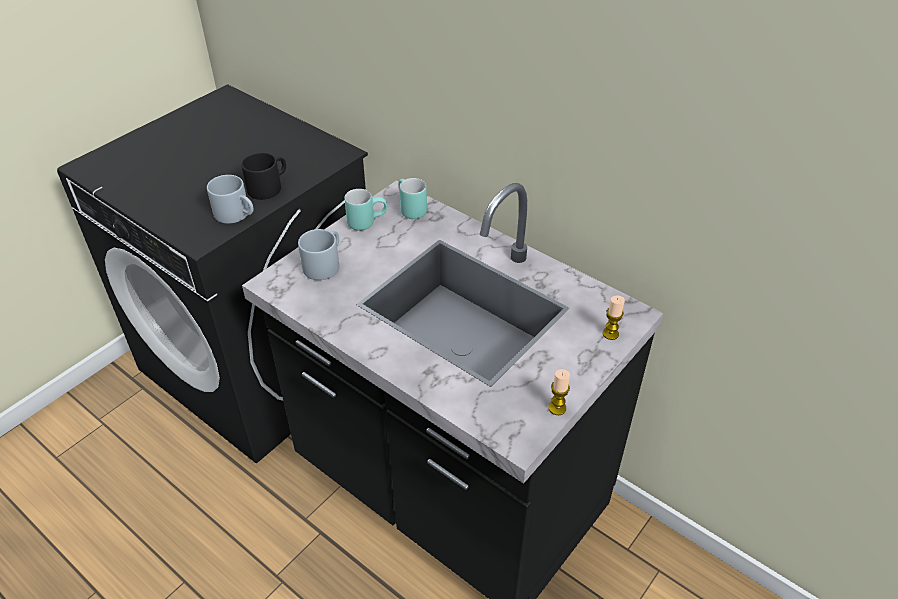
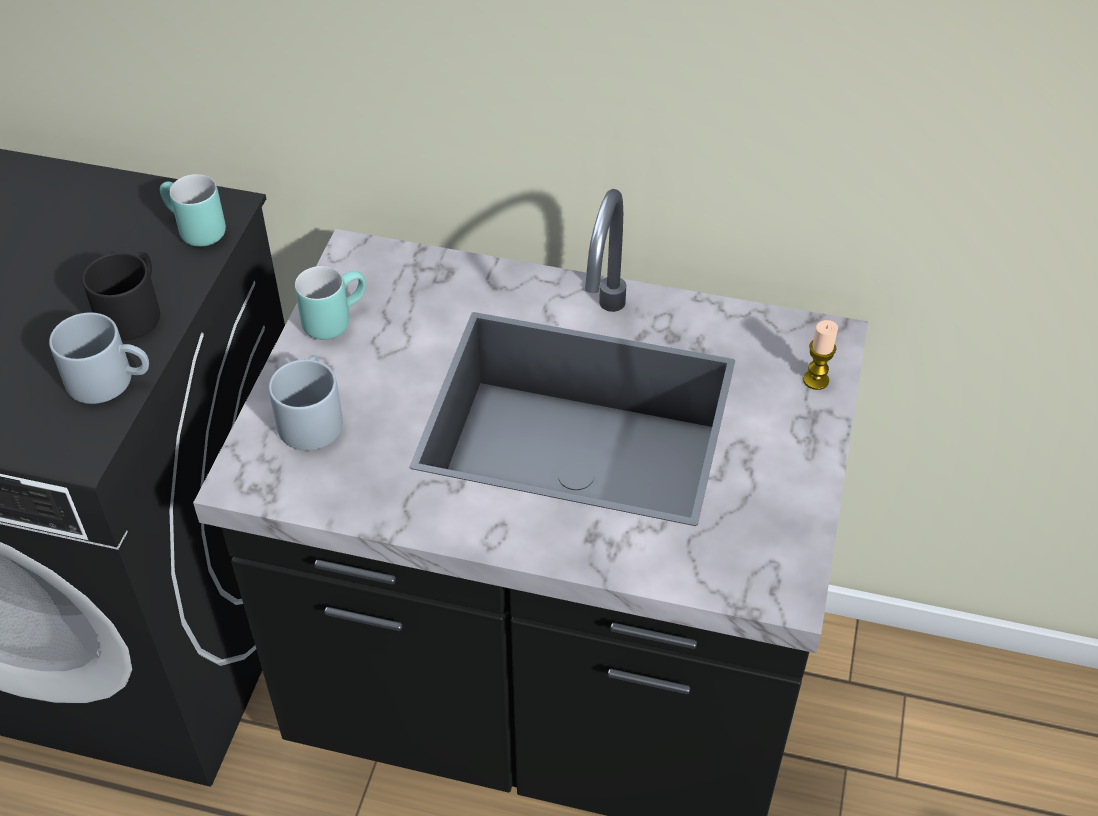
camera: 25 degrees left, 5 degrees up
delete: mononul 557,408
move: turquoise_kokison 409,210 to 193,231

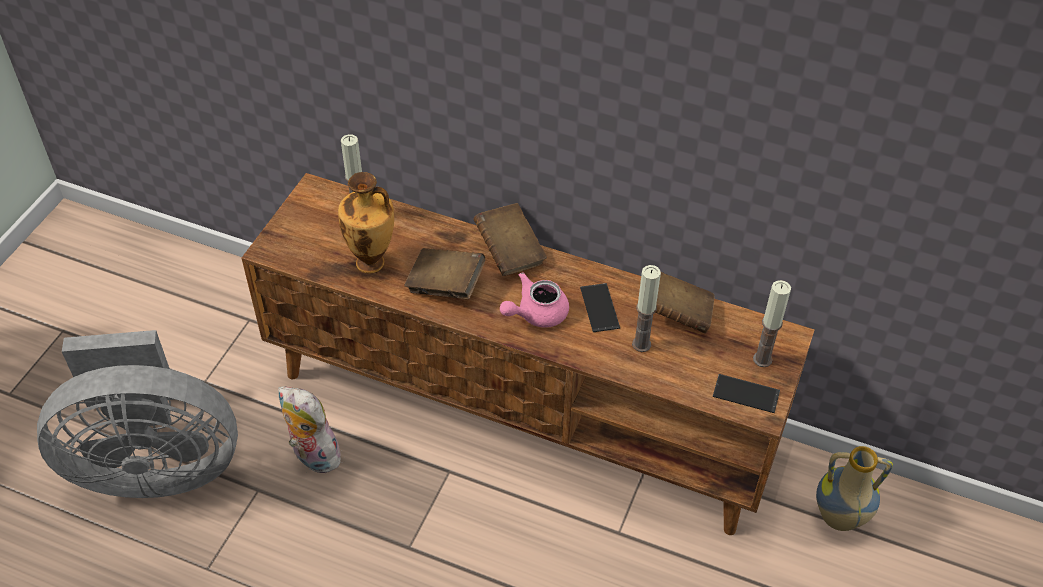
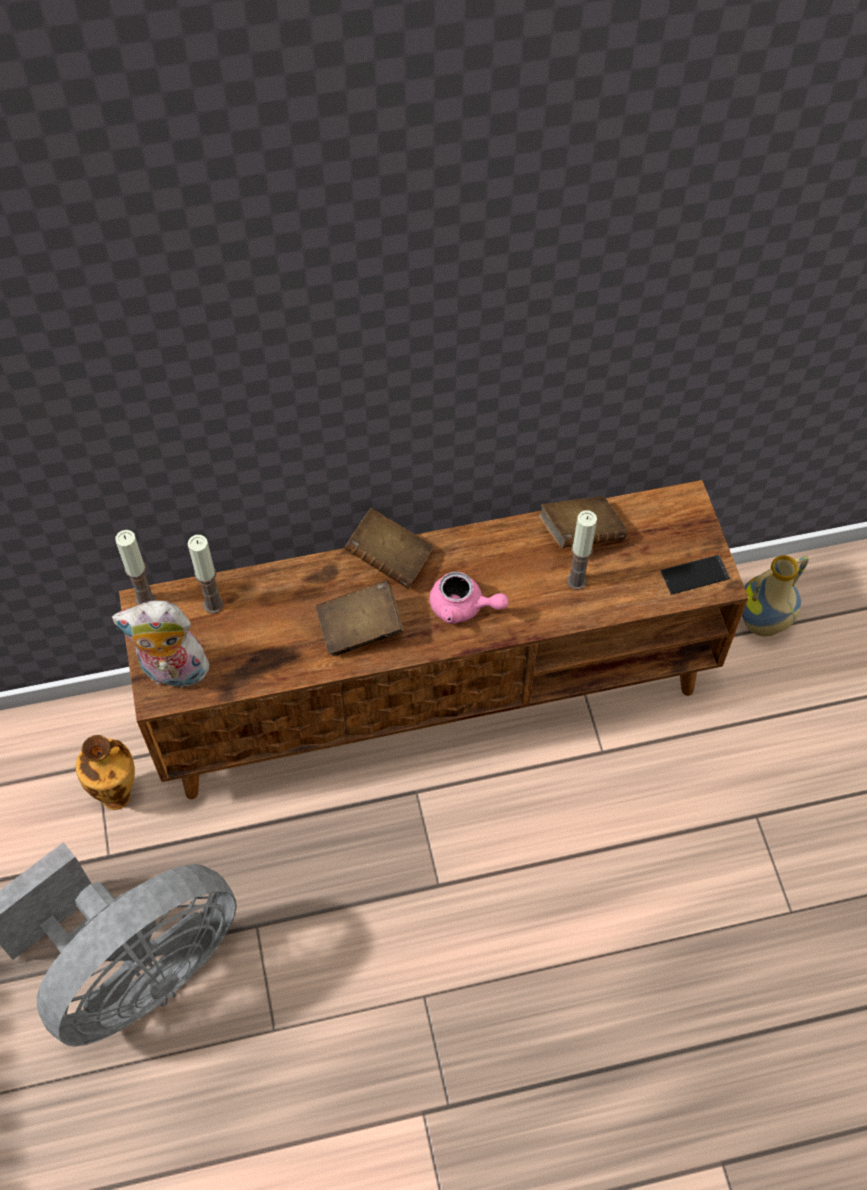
camera: 35 degrees left, 10 degrees up
delete: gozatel 599,308
move: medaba 312,455 to 172,672; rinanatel 372,263 to 118,796; mononul 762,359 to 146,600
rotate: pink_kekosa 536,313 = 463,607 90 degrees counterclockwise

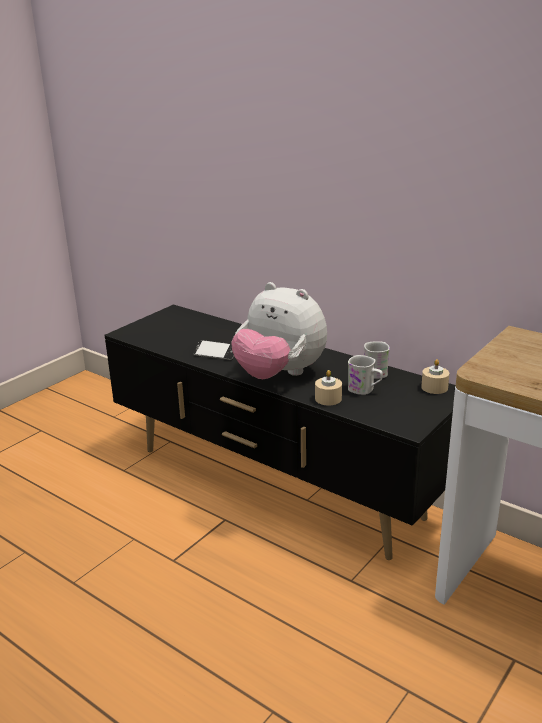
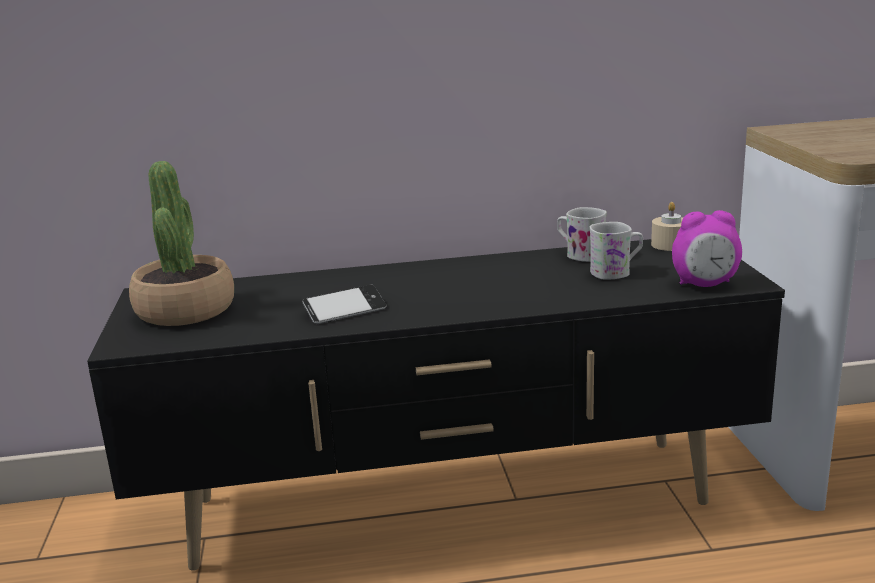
camera: 45 degrees left, 5 degrees down
delete: medaba 279,375; beige_mononul 328,398
insert: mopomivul 186,310; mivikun 705,284

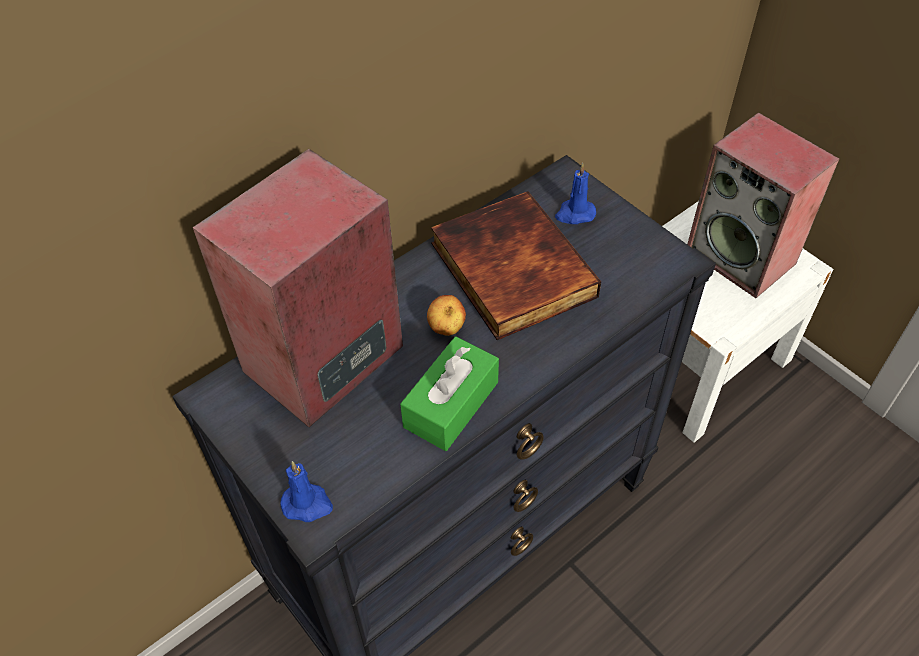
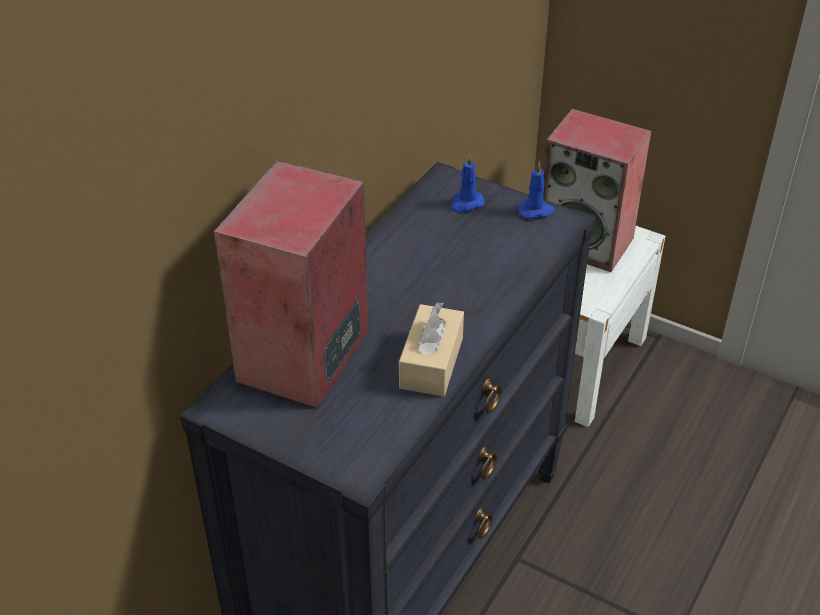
camera: 20 degrees left, 10 degrees down
delete: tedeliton 446,329; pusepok 509,270
move: blue_mononul 307,504 to 536,211
recolor: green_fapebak 451,404 to beige_fapebak 431,363

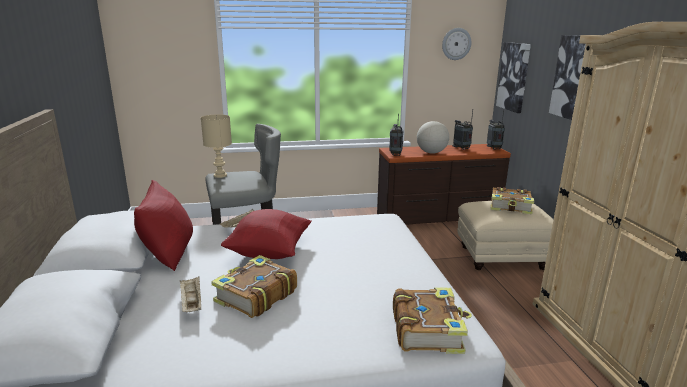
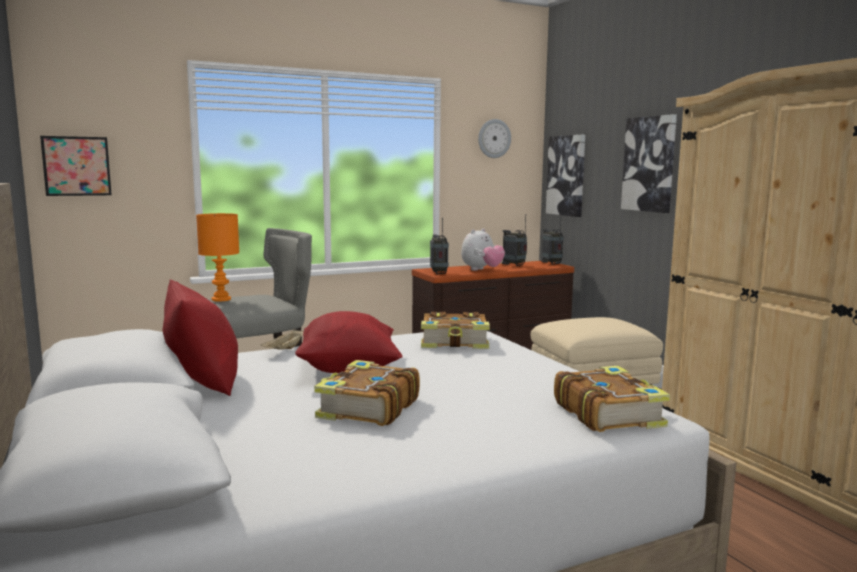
camera: 15 degrees left, 10 degrees down
delete: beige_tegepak 191,303
insert: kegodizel 77,166
move: pusepok 511,207 to 455,342
replace: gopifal 431,152 to medaba 481,270
recolor: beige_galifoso 220,175 to orange_galifoso 222,299

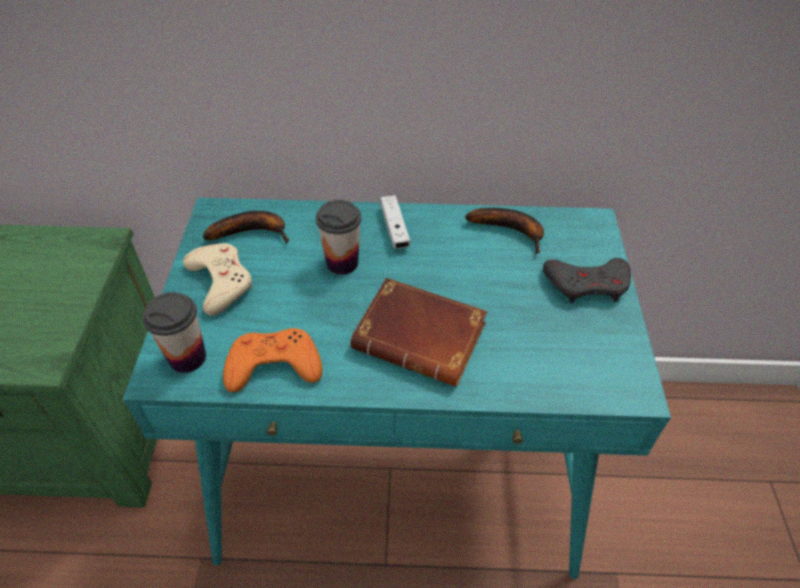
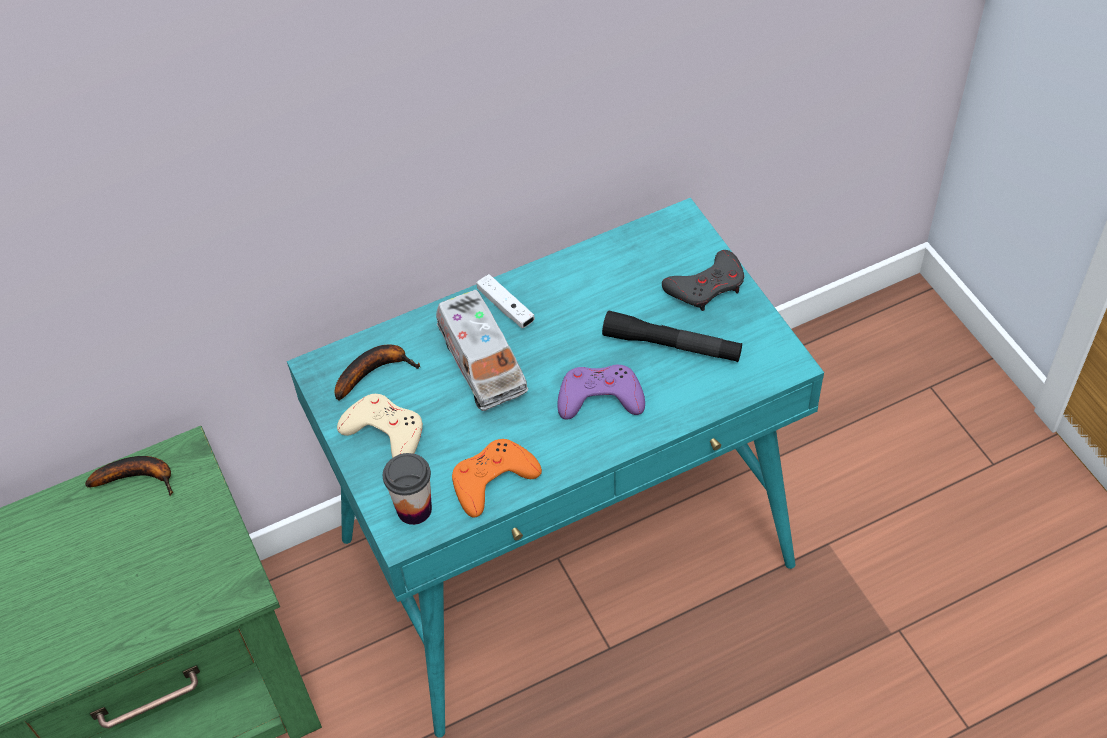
camera: 25 degrees left, 5 degrees up
insert: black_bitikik 672,345
move: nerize 511,230 to 139,477
replace: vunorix 342,263 to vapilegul 482,363; brown_pusepok 423,337 to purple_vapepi 600,397

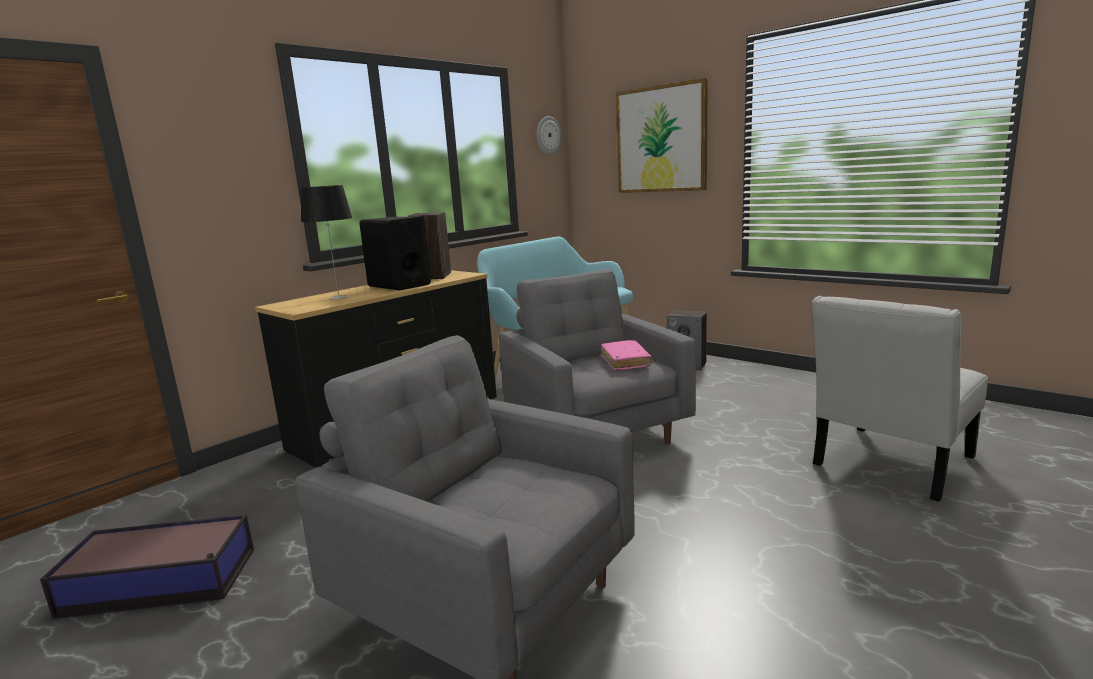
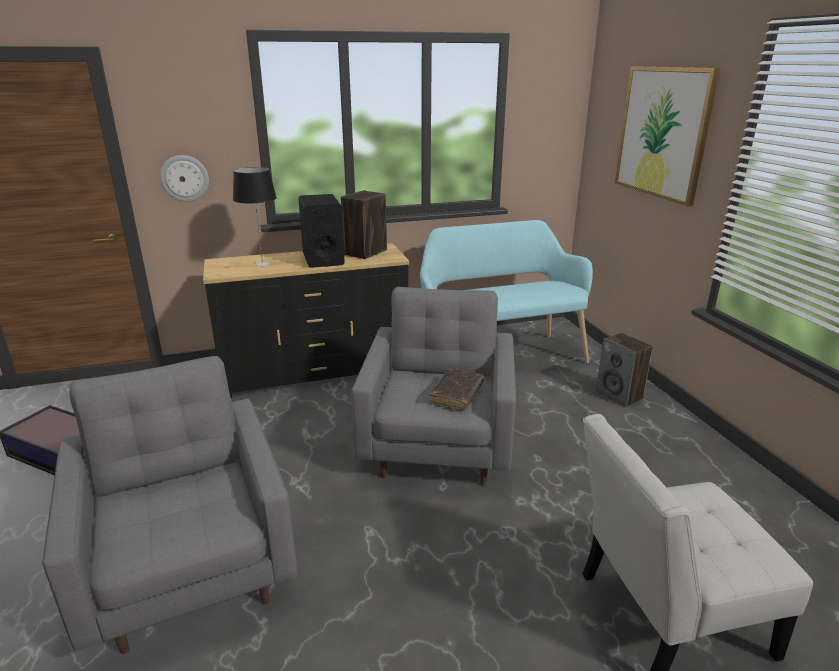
camera: 30 degrees right, 10 degrees up
move: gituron 548,135 to 184,178
recolor: pink_pusepok 625,361 to brown_pusepok 456,395

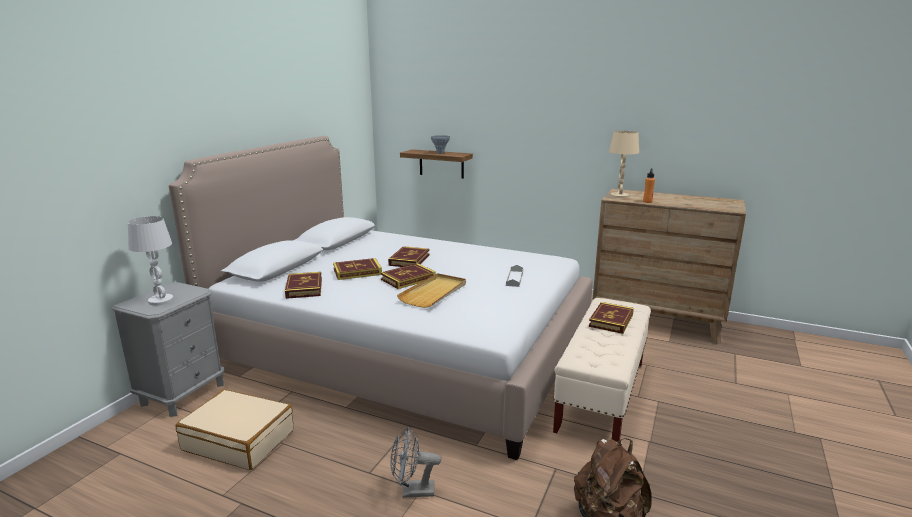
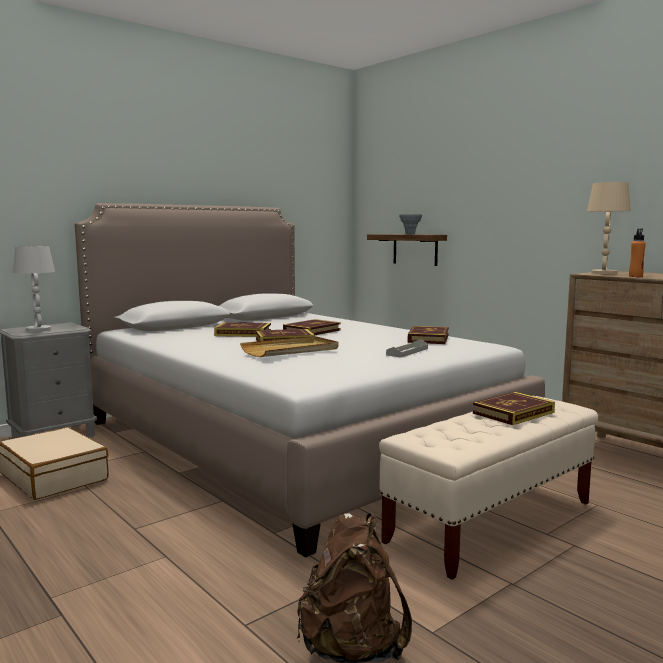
camera: 25 degrees right, 10 degrees down
delete: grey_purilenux 412,491
move: pusepok 304,288 to 428,338

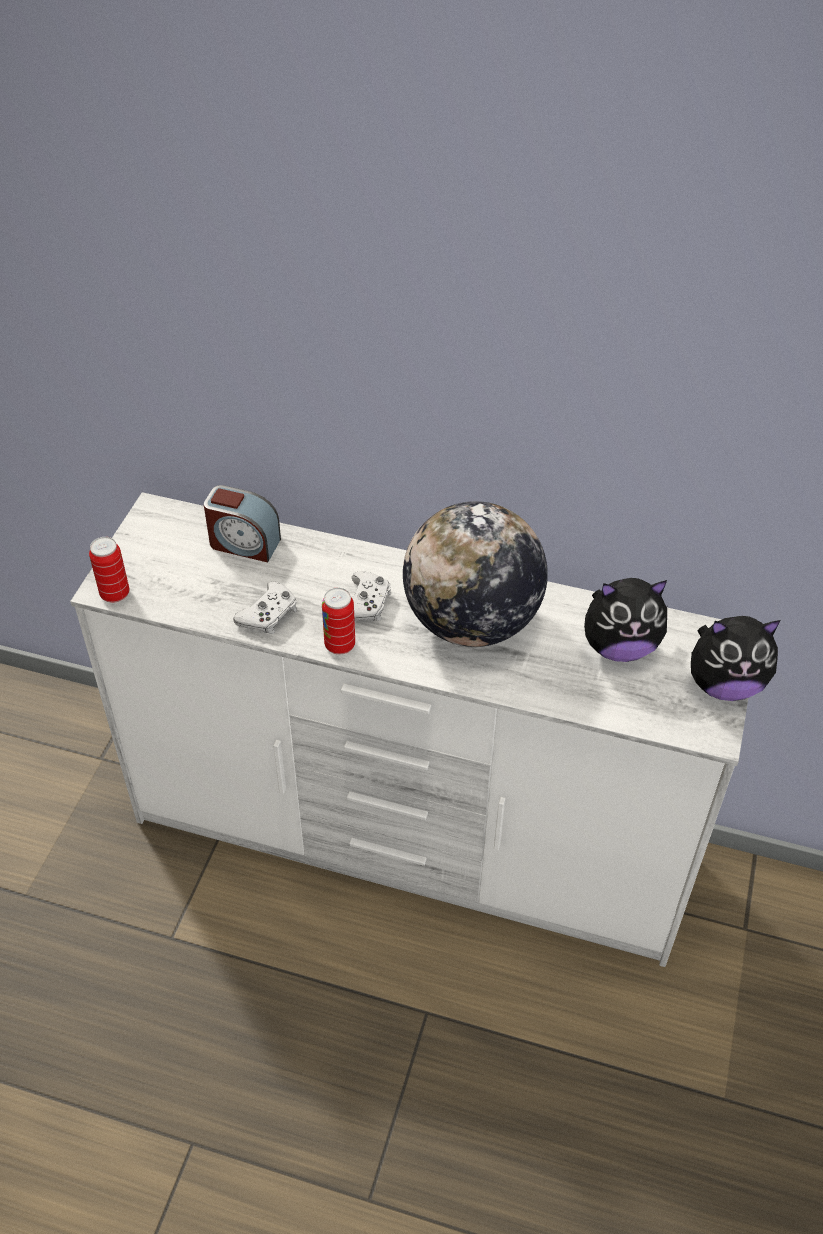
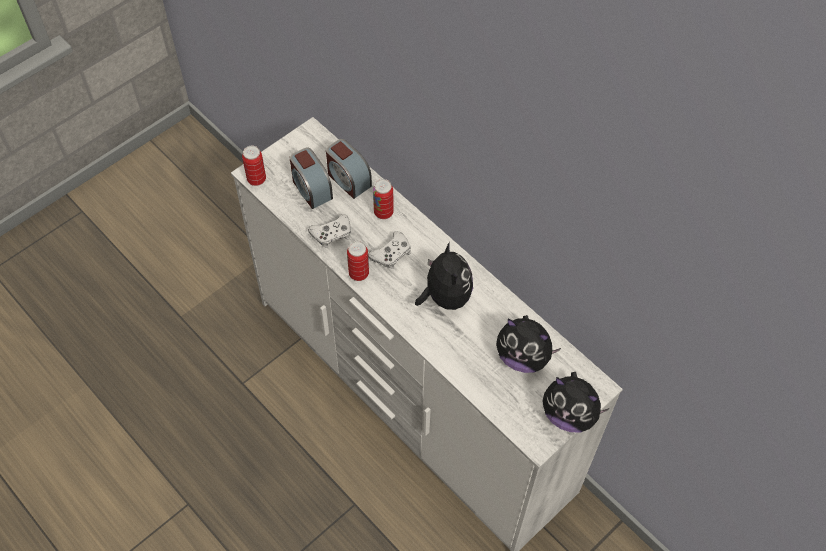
camera: 30 degrees right, 10 degrees up
insert: mivikun 311,189; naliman 383,212
replace: gopifal 471,622 to medaba 445,297

